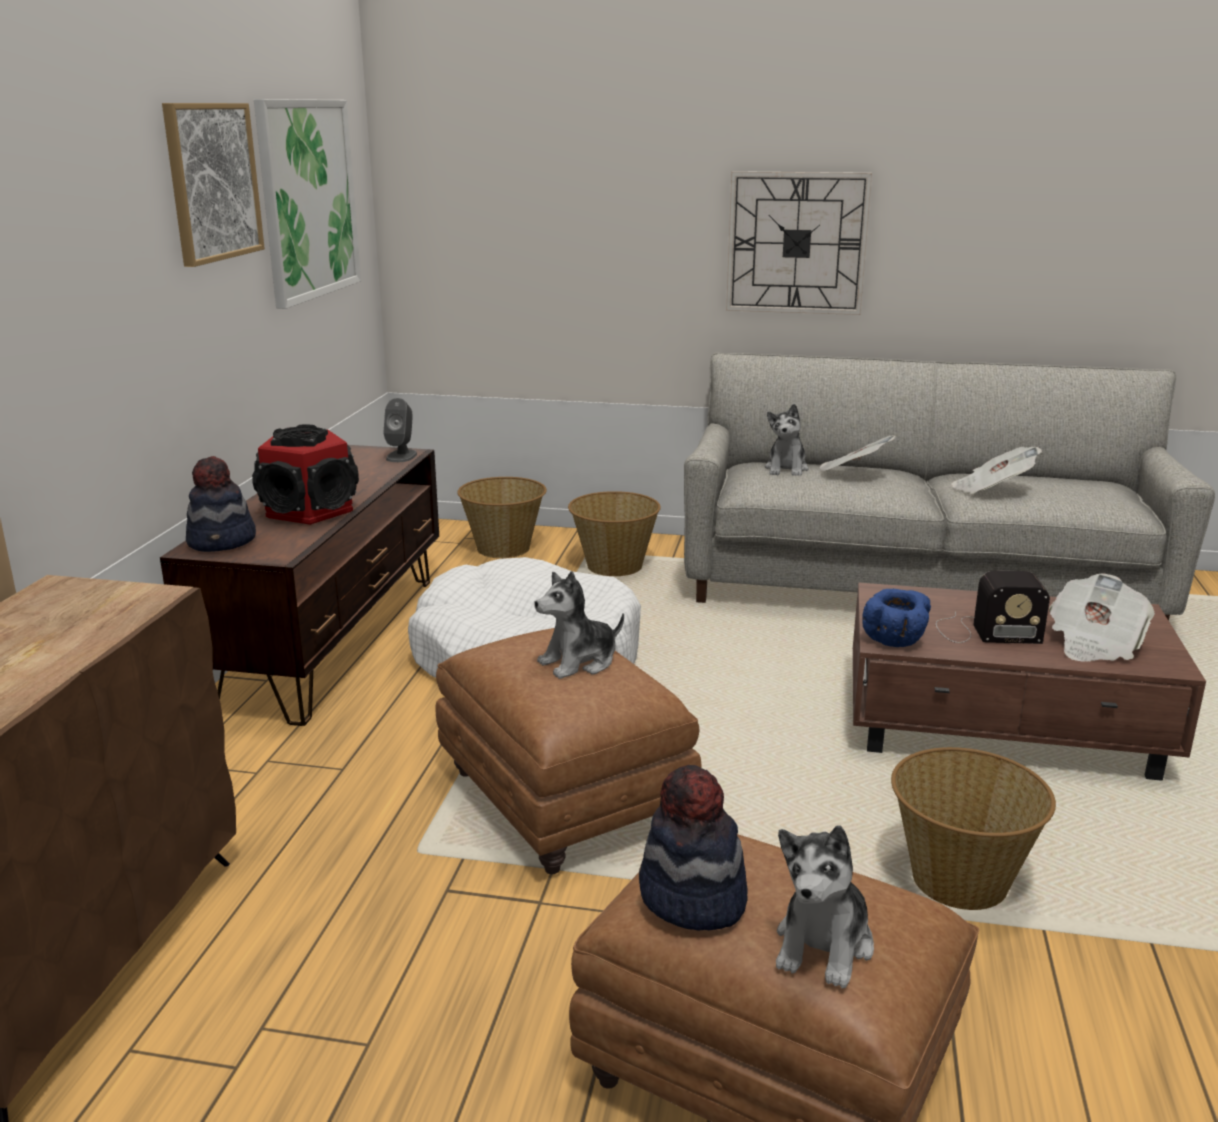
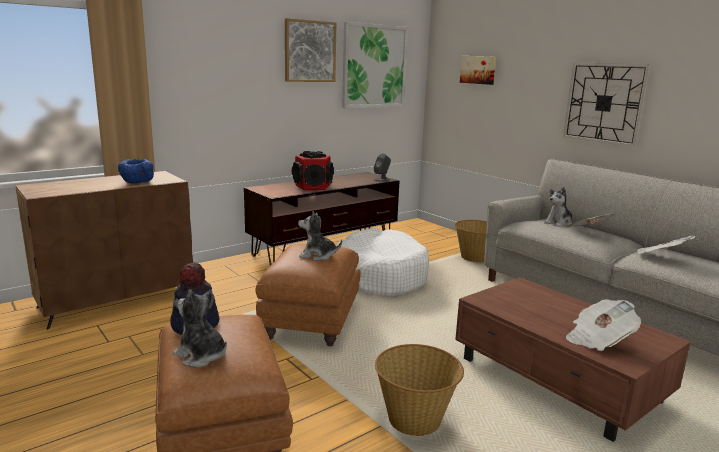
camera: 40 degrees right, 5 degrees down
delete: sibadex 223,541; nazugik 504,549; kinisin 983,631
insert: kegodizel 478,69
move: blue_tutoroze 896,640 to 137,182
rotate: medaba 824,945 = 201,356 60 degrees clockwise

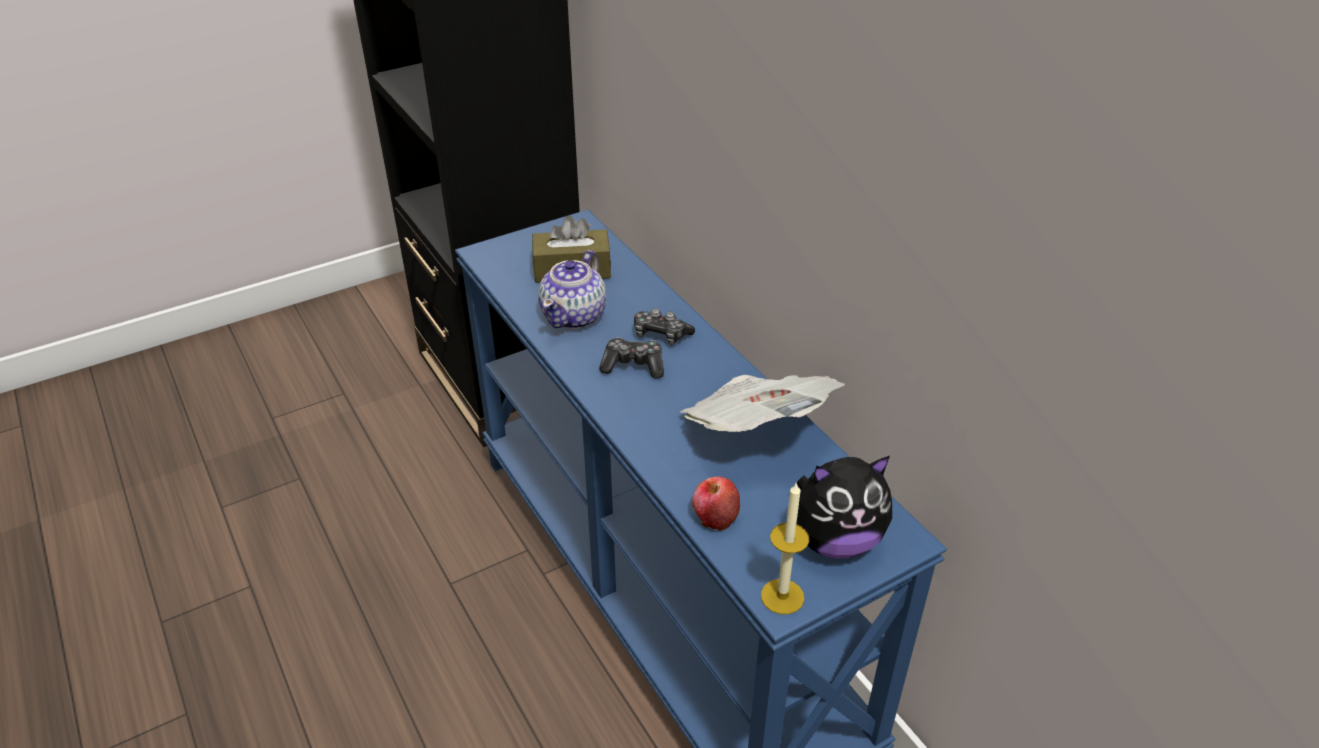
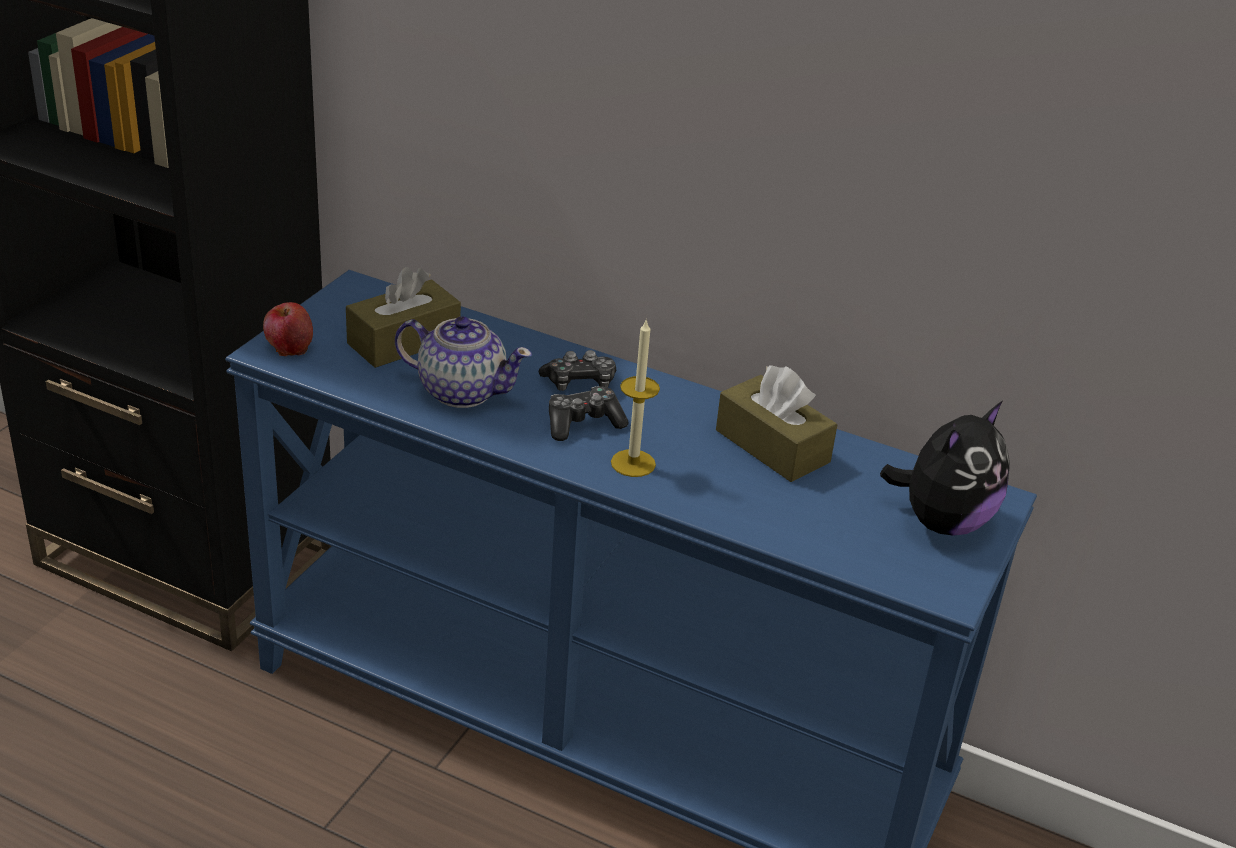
camera: 35 degrees left, 5 degrees down
move: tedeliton 715,517 to 289,347; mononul 782,596 to 633,463
replace: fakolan 756,429 to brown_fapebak 772,446
rotate: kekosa 575,315 = 461,391 60 degrees counterclockwise

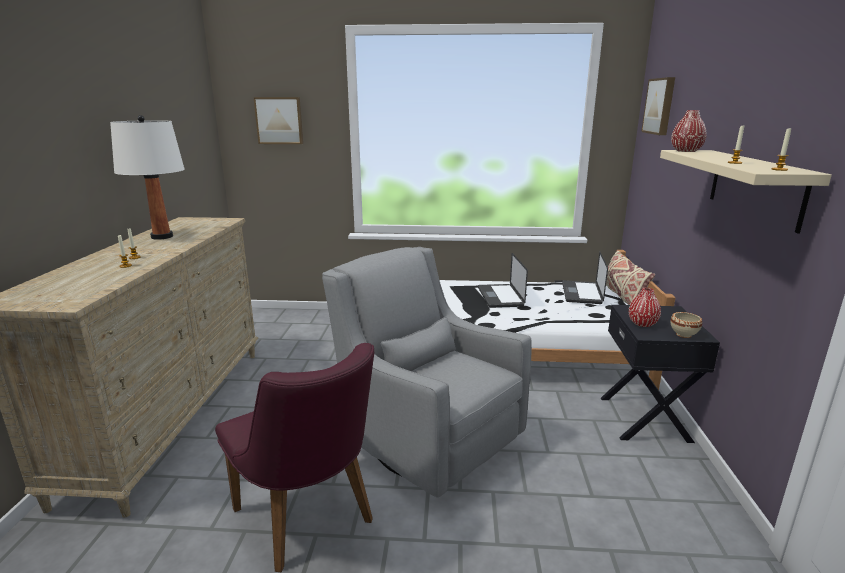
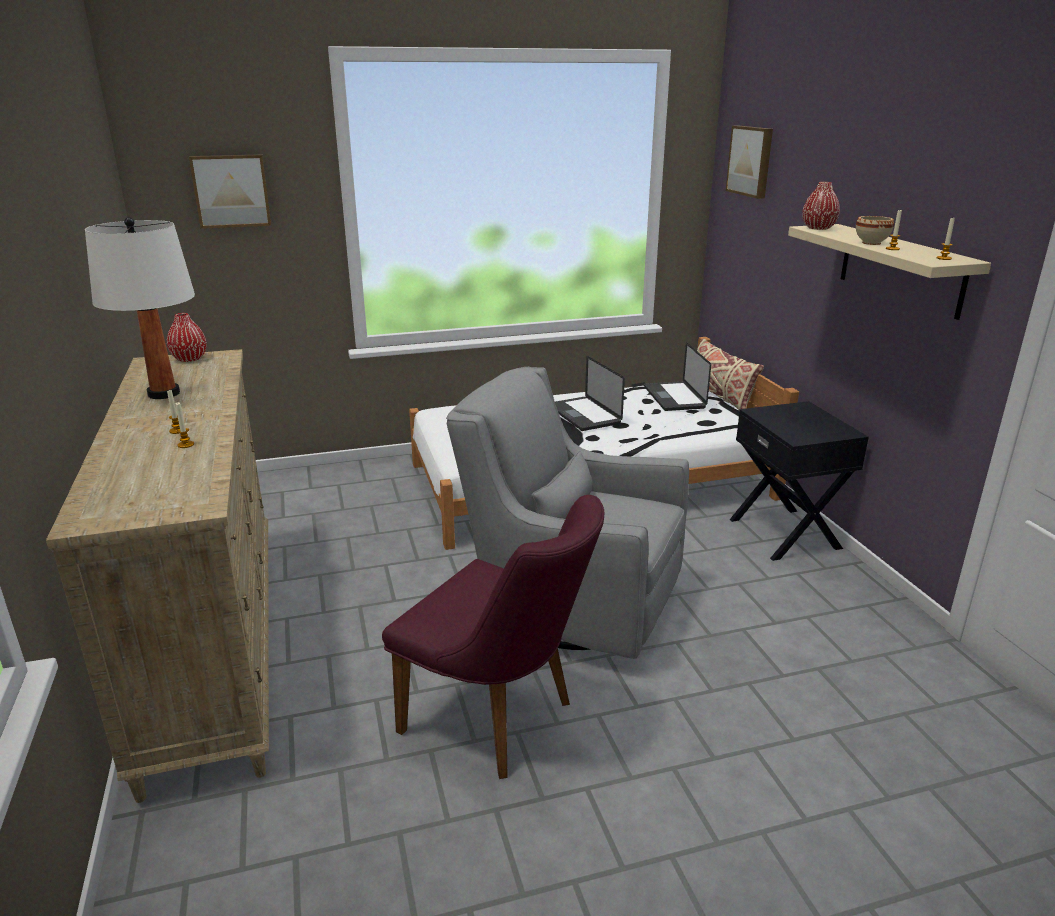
camera: 20 degrees left, 5 degrees up
move: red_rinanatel 642,323 to 189,359; beige_tutoroze 683,334 to 870,243

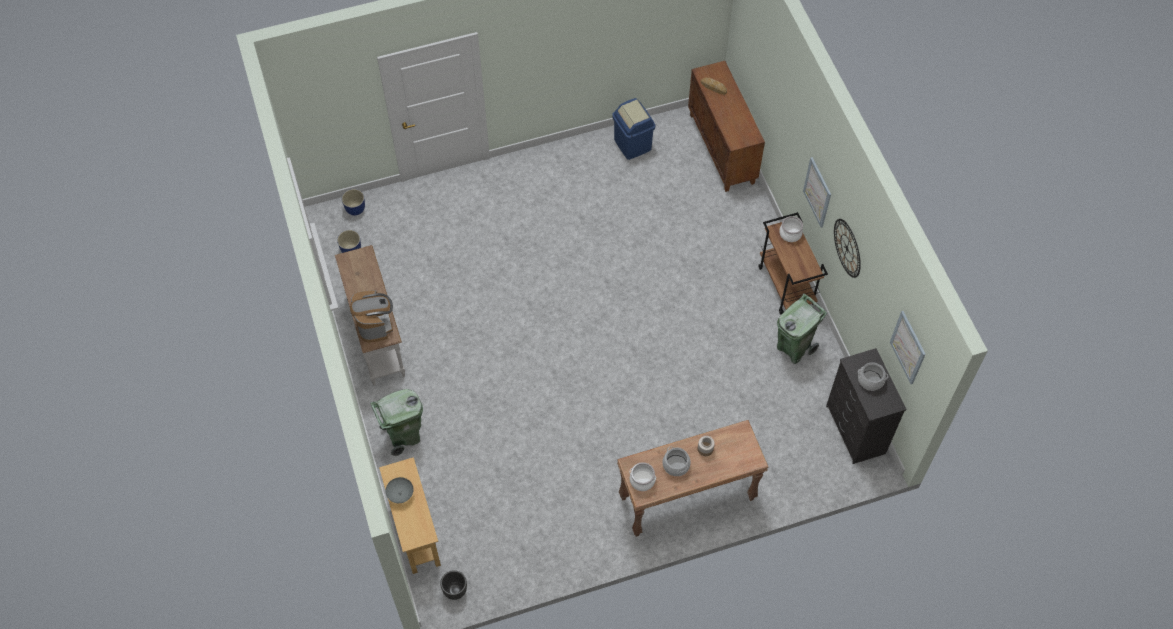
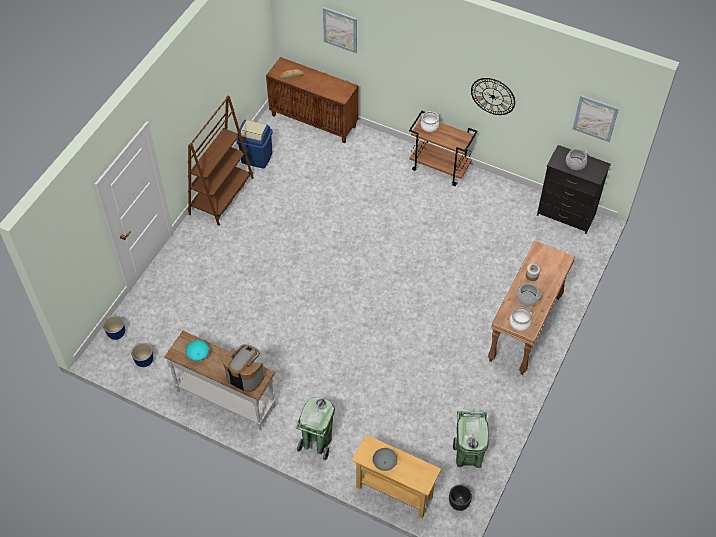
camera: 45 degrees left, 5 degrees down
insert: turquoise_tutoroze 198,354; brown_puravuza 221,196
move: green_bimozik 794,348 to 468,456; kegodizel 817,192 to 340,29

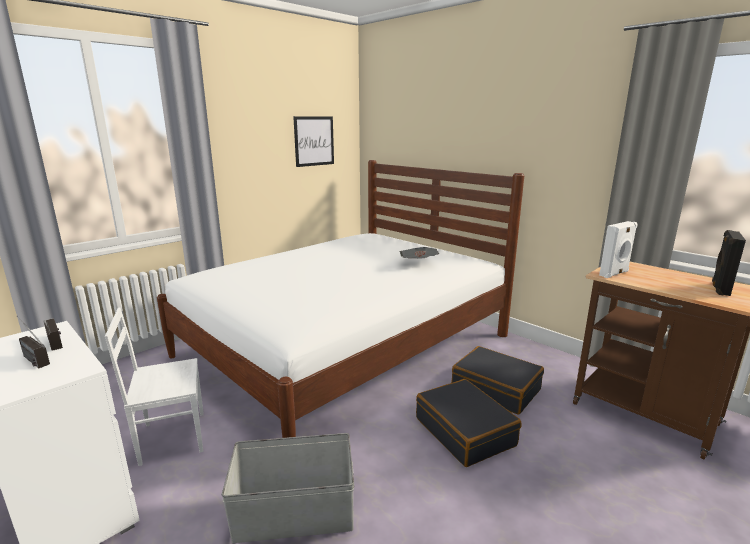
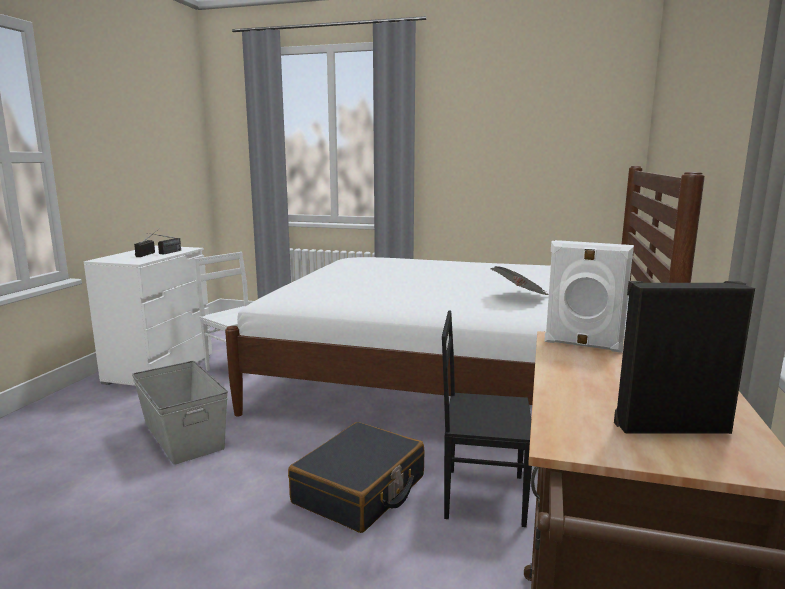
camera: 60 degrees right, 5 degrees down
delete: kegodizel 314,141
replace: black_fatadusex 496,389 to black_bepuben 482,495

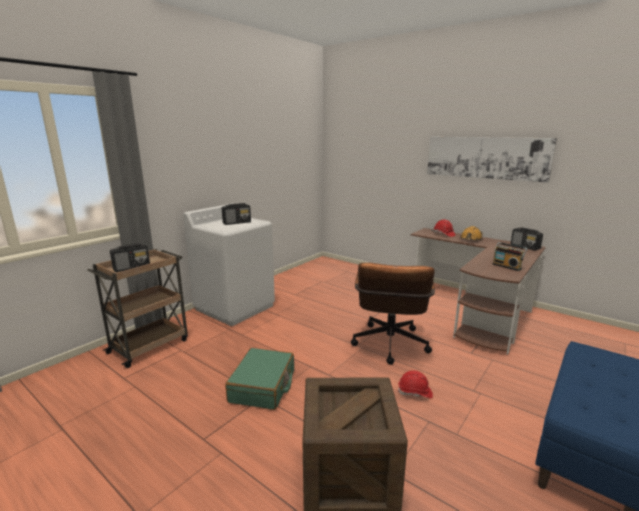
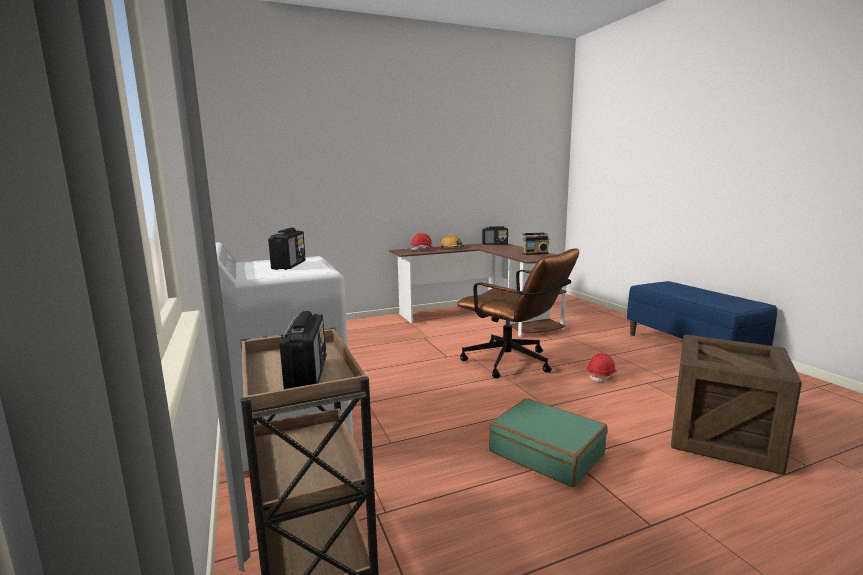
camera: 60 degrees left, 5 degrees down
delete: kegodizel 485,157

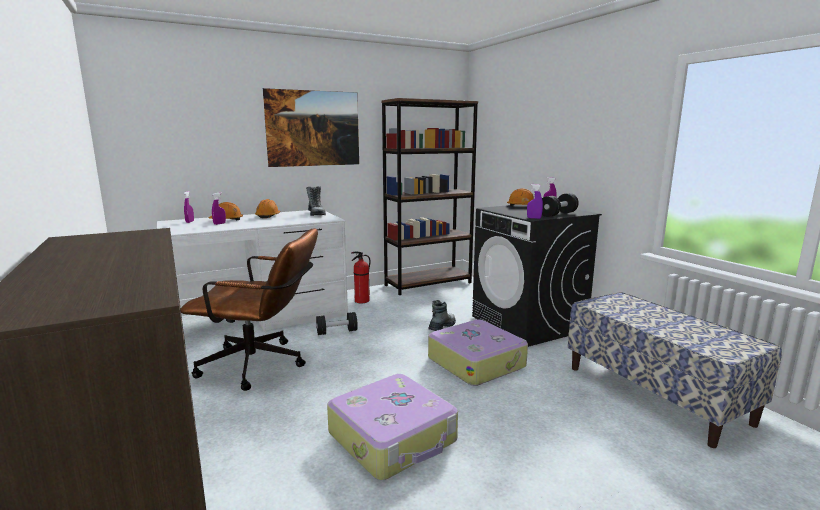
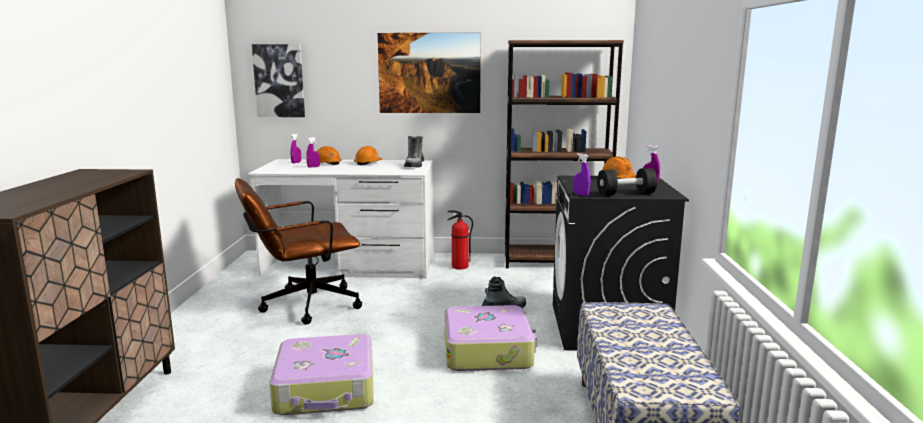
camera: 30 degrees right, 0 degrees up
delete: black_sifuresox 337,332
insert: kegodizel 279,80
rotate: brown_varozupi 261,365 = 302,305 120 degrees clockwise

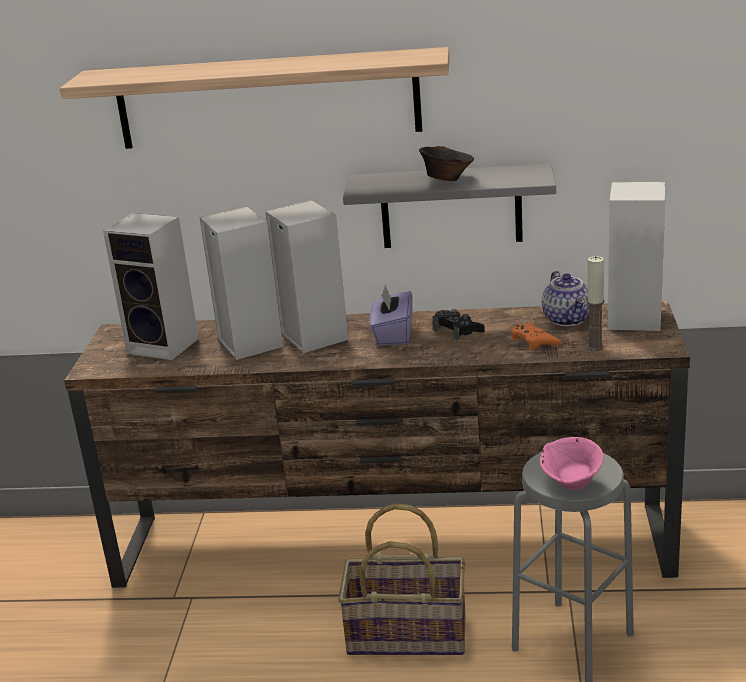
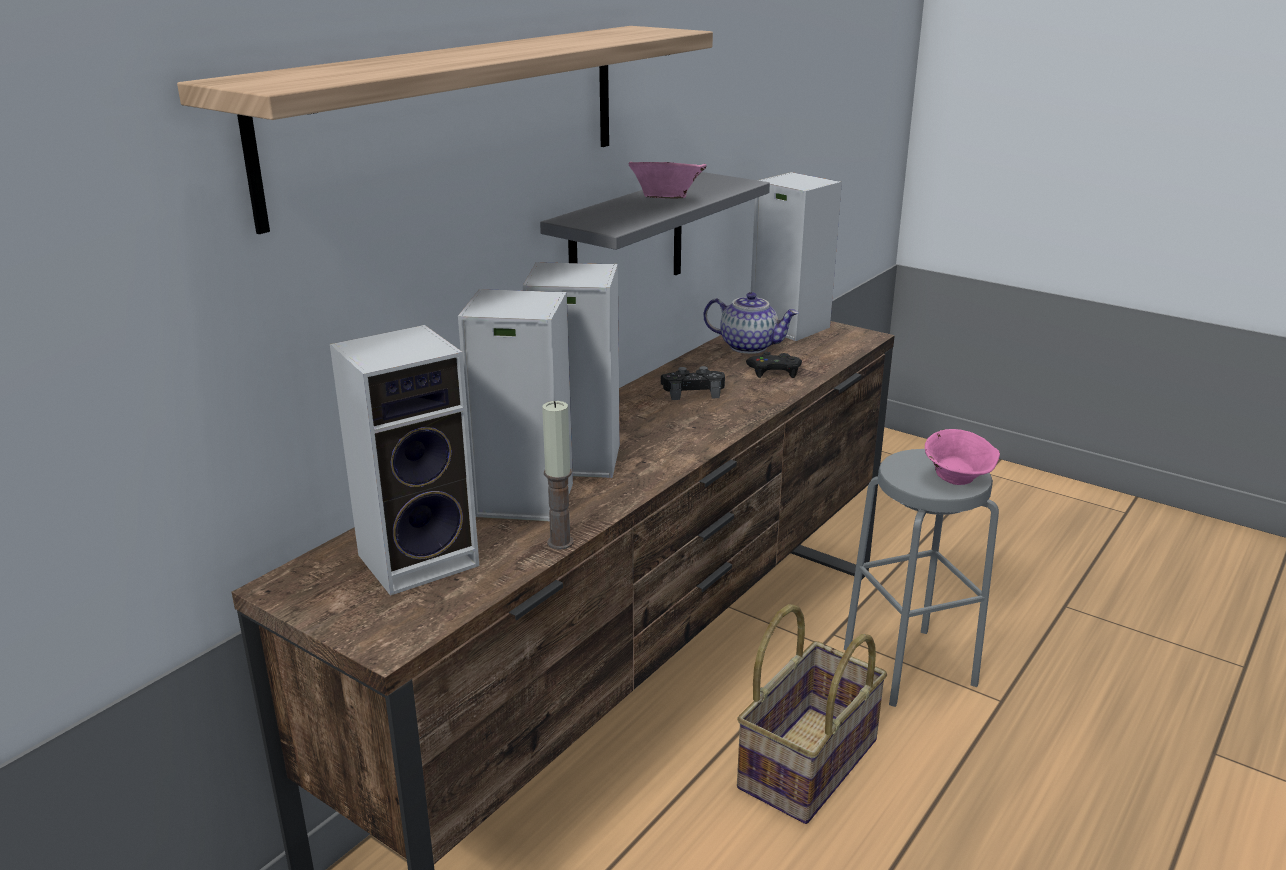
camera: 60 degrees left, 0 degrees up
delete: purple_fapebak 393,334
move: mononul 595,347 to 560,542
recolor: brown_tutoroze 447,180 to pink_tutoroze 664,200; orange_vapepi 534,341 to black_vapepi 774,371

